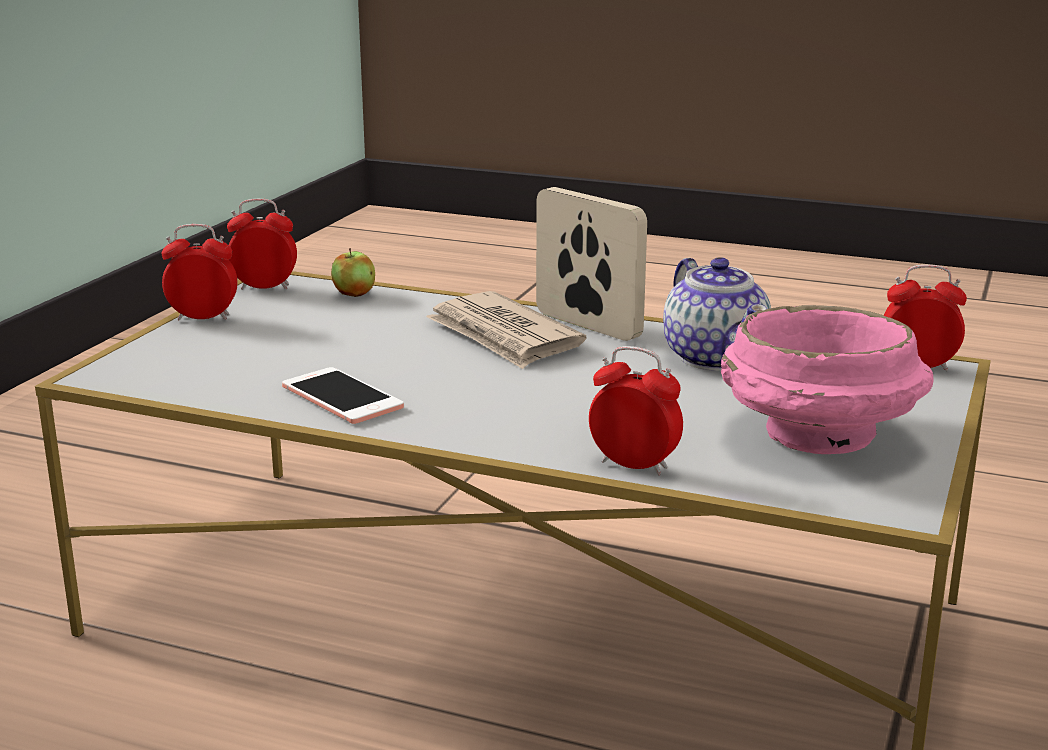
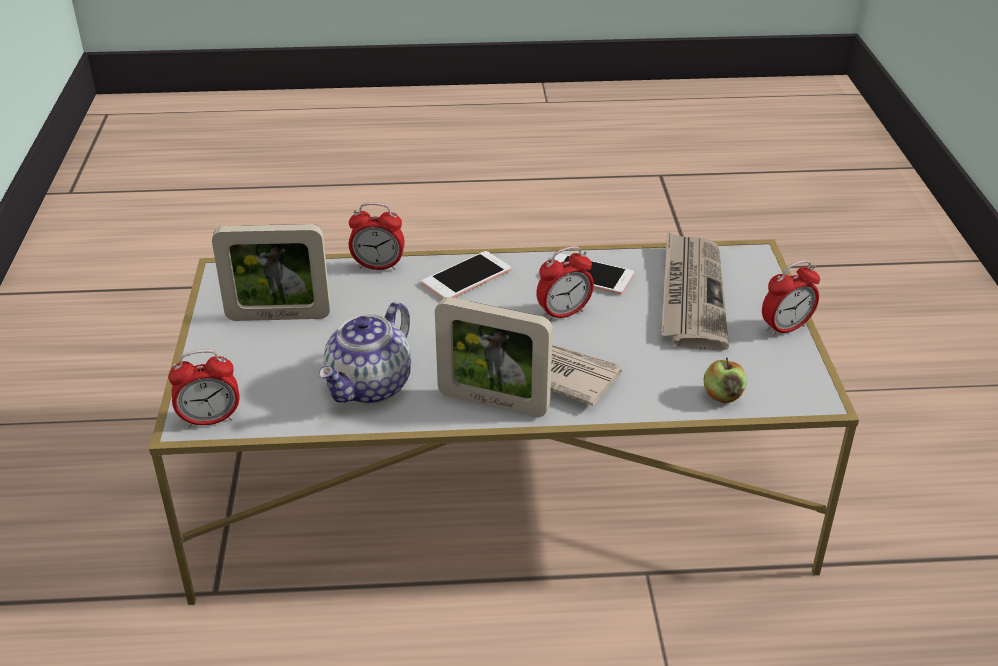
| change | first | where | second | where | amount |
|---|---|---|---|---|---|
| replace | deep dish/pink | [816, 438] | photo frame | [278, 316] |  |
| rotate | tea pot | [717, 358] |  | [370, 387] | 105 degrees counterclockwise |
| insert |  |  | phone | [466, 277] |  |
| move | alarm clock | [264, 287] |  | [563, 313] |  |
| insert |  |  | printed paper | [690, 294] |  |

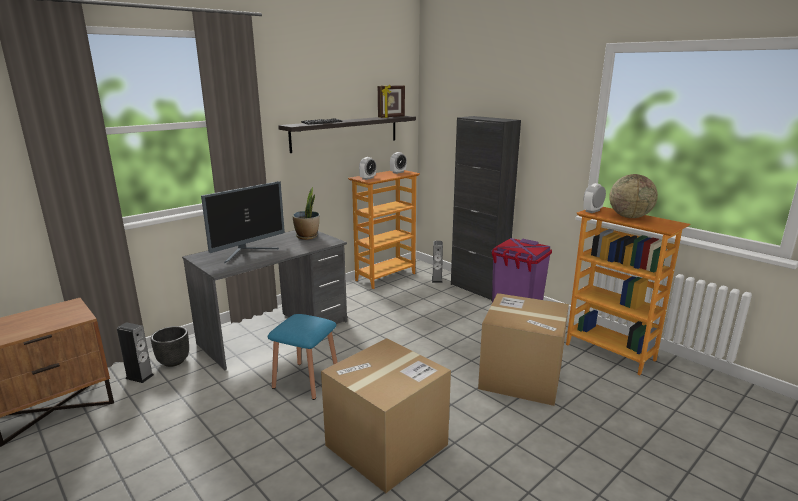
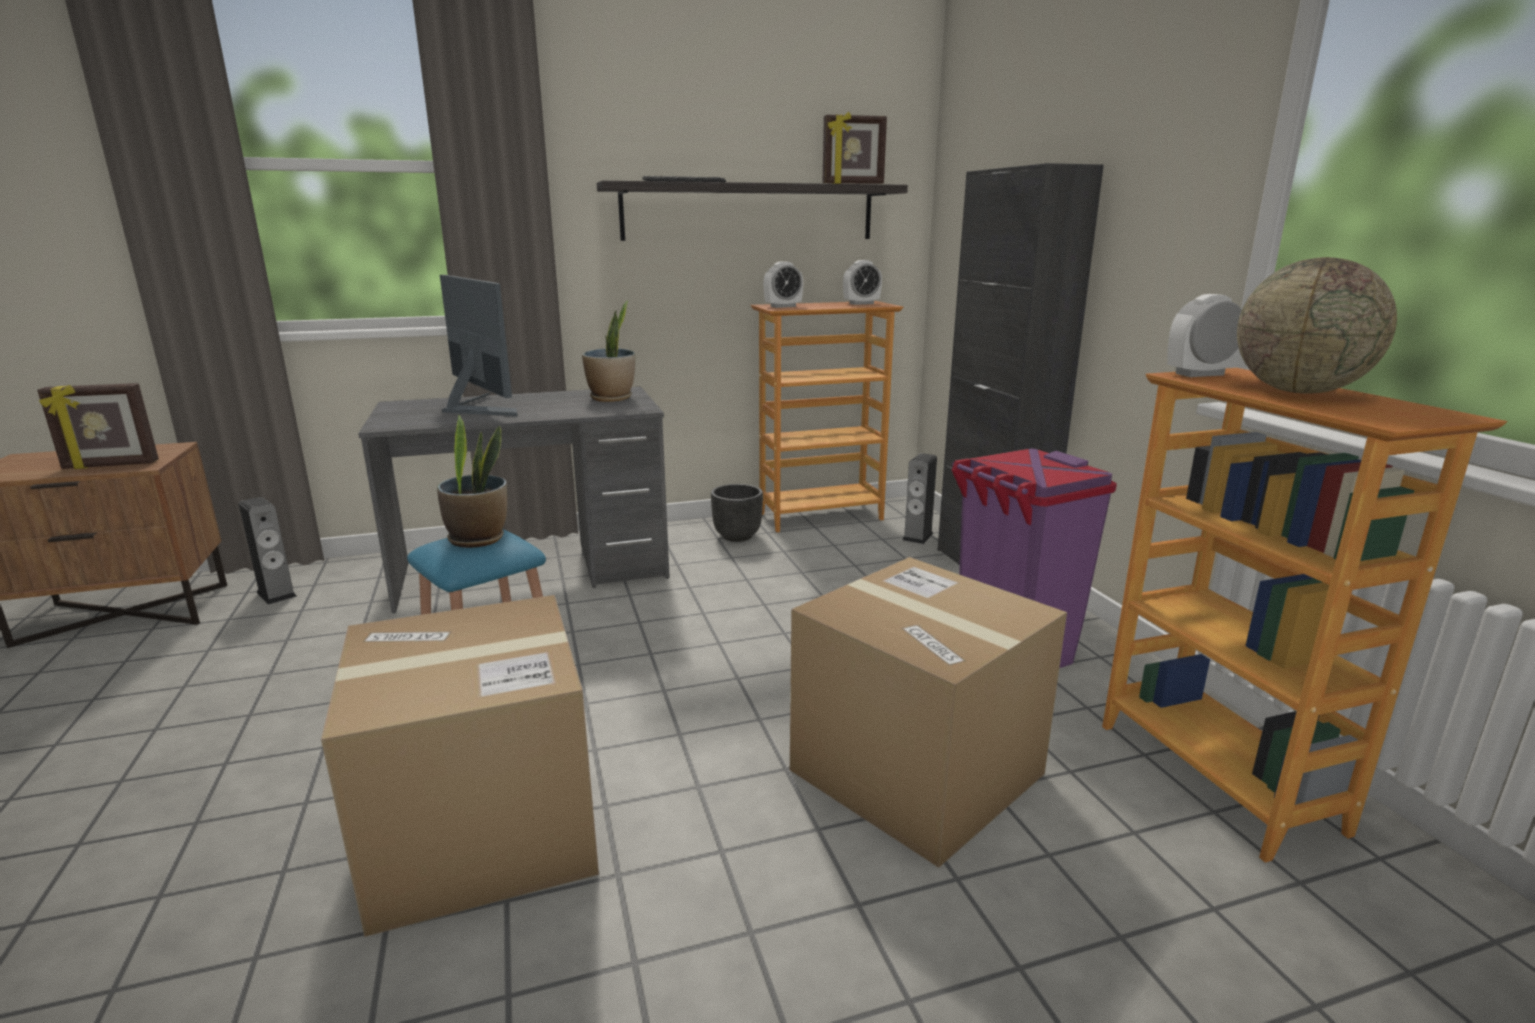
| change | first | where | second | where | amount |
|---|---|---|---|---|---|
| insert |  |  | photo frame | [110, 465] |  |
| insert |  |  | potted plant | [478, 539] |  |
| rotate | computer screen | [248, 252] |  | [477, 408] | 105 degrees counterclockwise |
| move | plant pot/black | [173, 361] |  | [737, 536] |  |

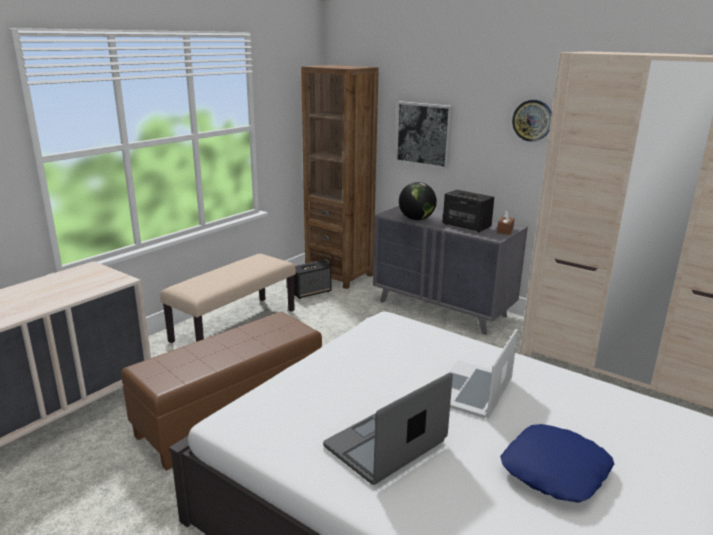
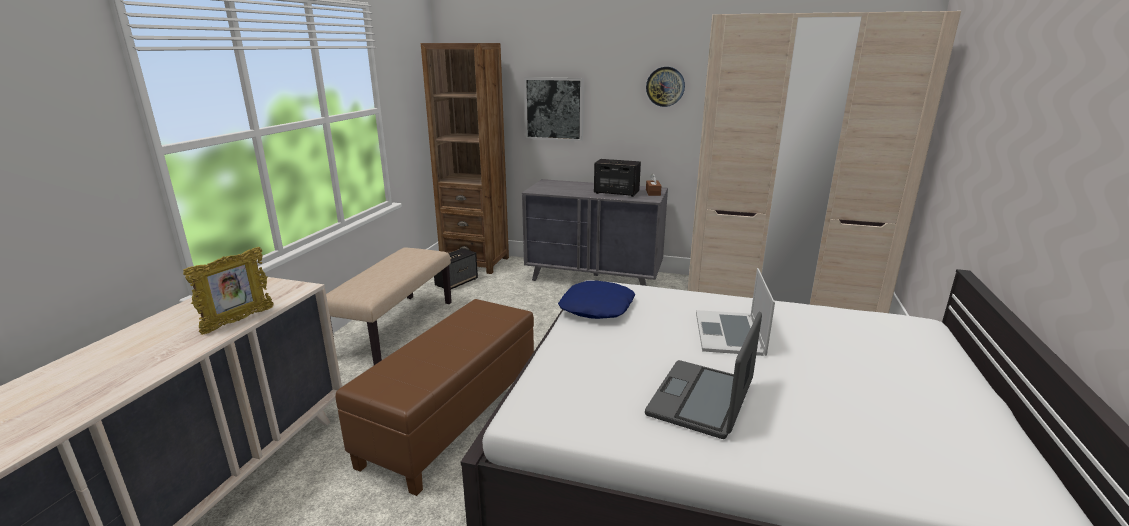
| change | first | where | second | where | amount |
|---|---|---|---|---|---|
| insert |  |  | photo frame | [238, 321] |  |
| move | cushion/blue | [554, 470] |  | [596, 307] |  |
| delete | world globe | [416, 219] |  |  |  |

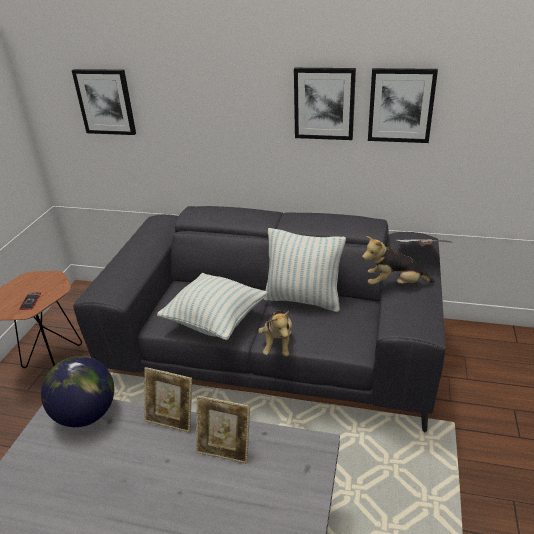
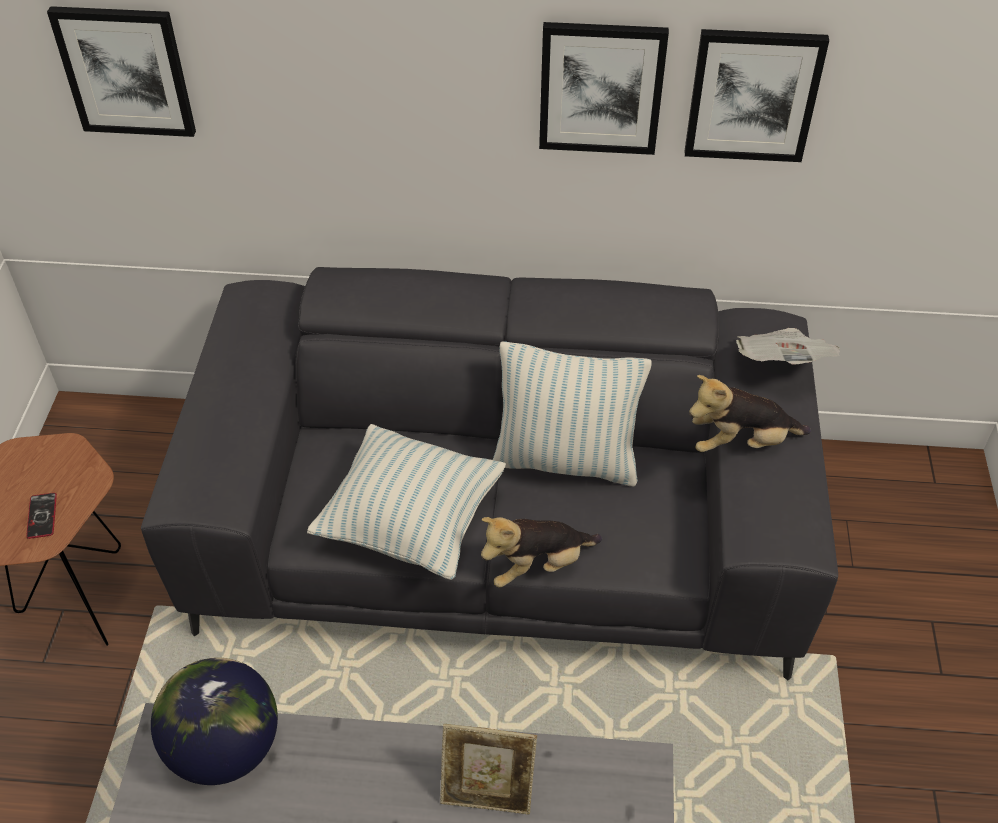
| change | first | where | second | where | amount |
|---|---|---|---|---|---|
| rotate | soft toy | [278, 343] |  | [537, 566] | 75 degrees clockwise |
| delete | photo frame | [171, 419] |  |  |  |

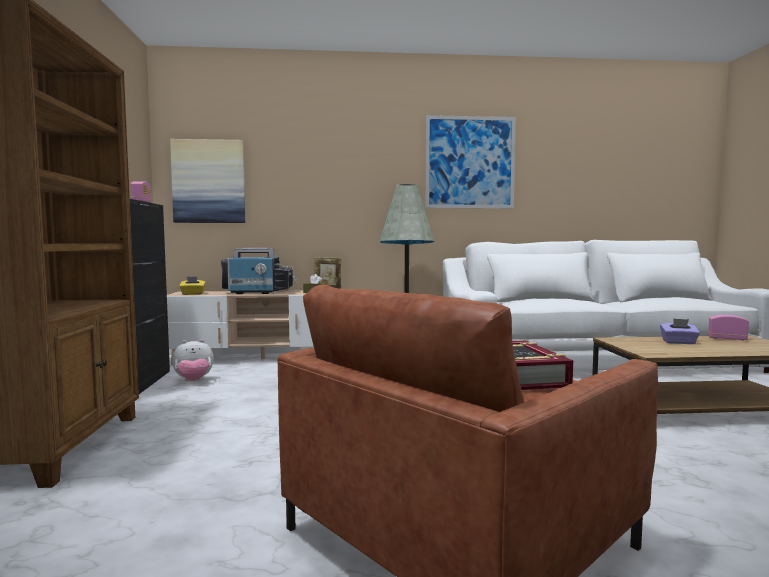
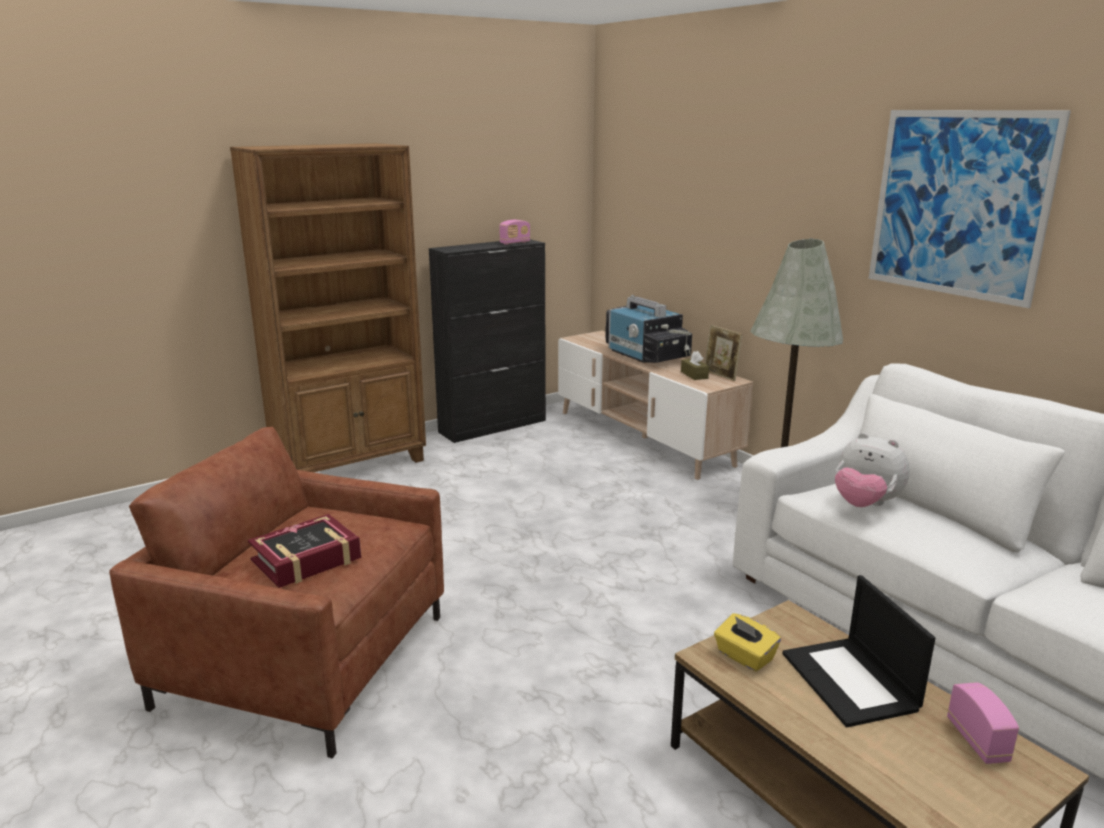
| change | first | where | second | where | amount |
|---|---|---|---|---|---|
| move | tissue box/yellow | [192, 294] |  | [744, 657] |  |
| replace | tissue box/purplish | [679, 342] | portable computer | [851, 682] |  |
| move | soft toy | [193, 381] |  | [865, 505] |  |
| delete | picture | [209, 181] |  |  |  |

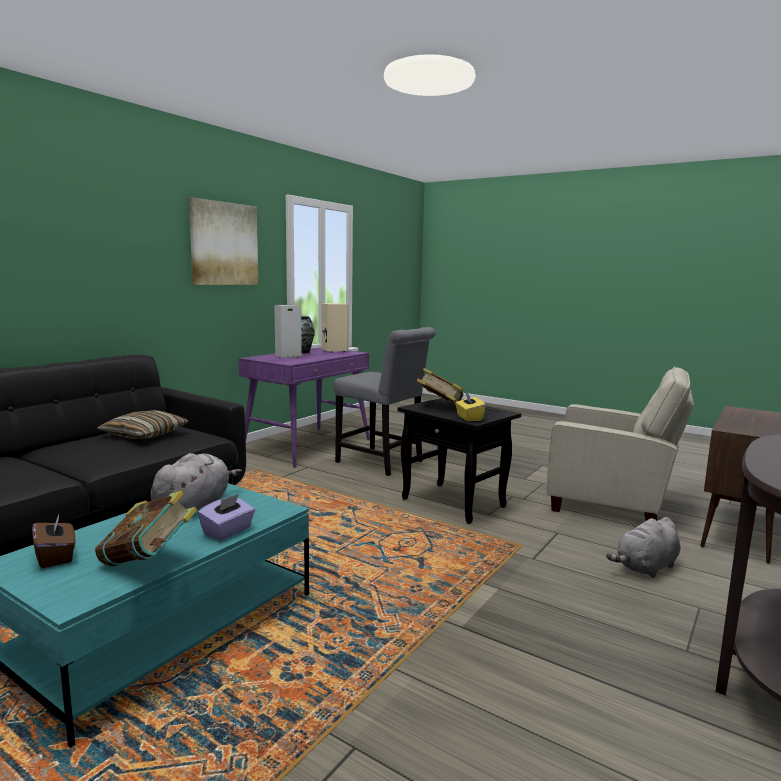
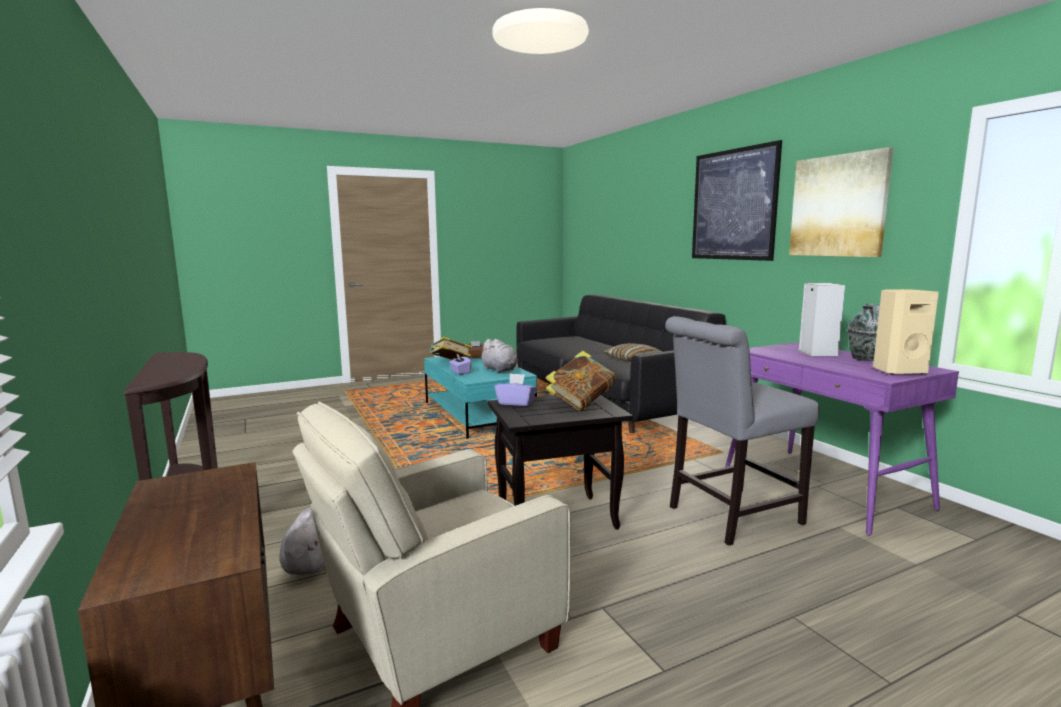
| change | first | where | second | where | amount |
|---|---|---|---|---|---|
| recolor | tissue box/yellow | [469, 418] | tissue box/purplish | [516, 403] |  |
| insert |  |  | picture | [733, 205] |  |

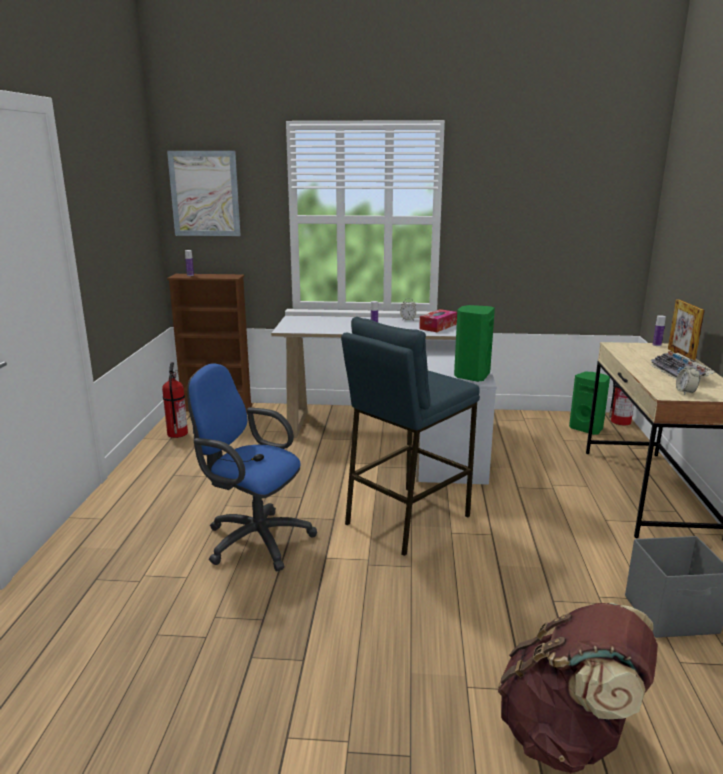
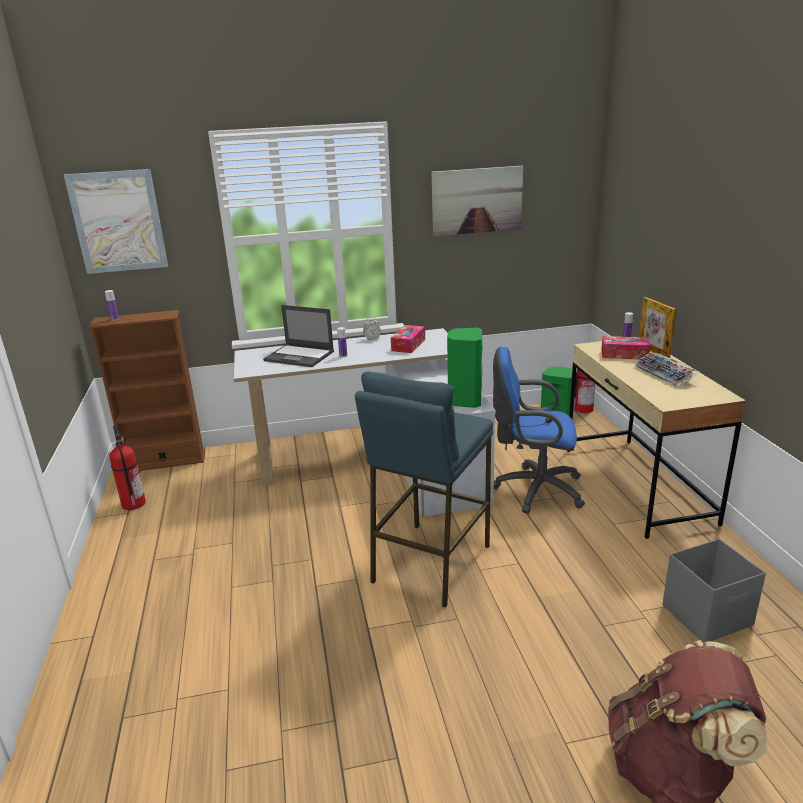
| change | first | where | second | where | amount |
|---|---|---|---|---|---|
| insert |  |  | portable computer | [300, 356] |  |
| insert |  |  | picture | [477, 200] |  |
| move | office chair/blue | [253, 539] |  | [534, 489] |  |
| insert |  |  | tissue box | [624, 354] |  |
| delete | alarm clock | [685, 392] |  |  |  |

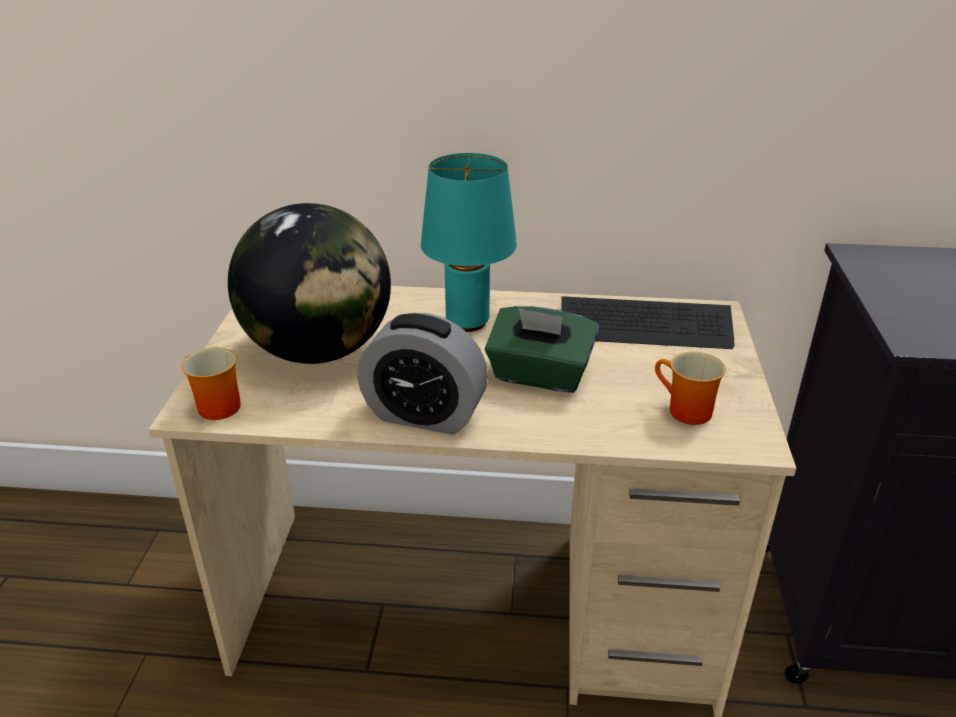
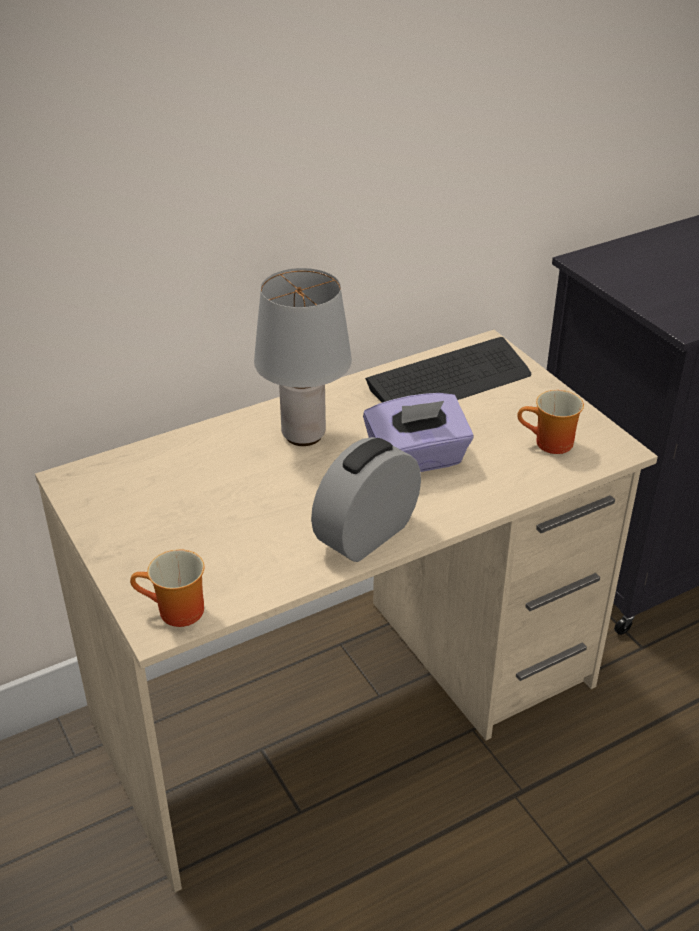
| change | first | where | second | where | amount |
|---|---|---|---|---|---|
| recolor | tabletop lamp/blue-green | [468, 321] | tabletop lamp/greyish | [303, 434] |  |
| rotate | alarm clock | [424, 415] |  | [366, 534] | 150 degrees clockwise |
| recolor | tissue box/green | [539, 375] | tissue box/purplish | [417, 459] |  |
| delete | world globe | [319, 351] |  |  |  |

